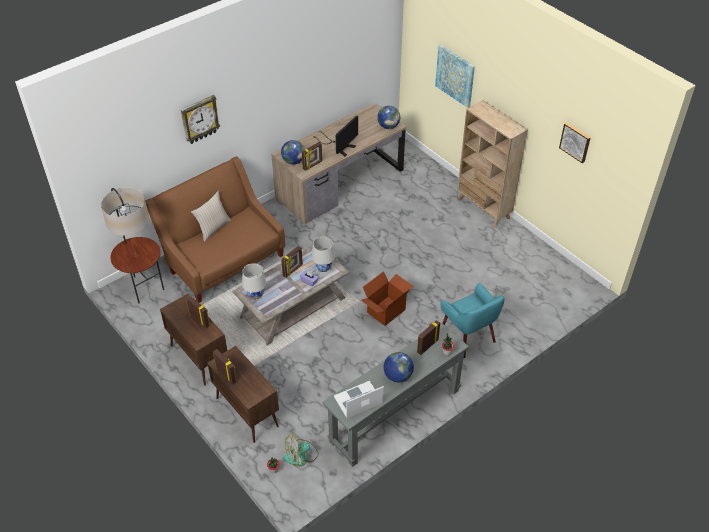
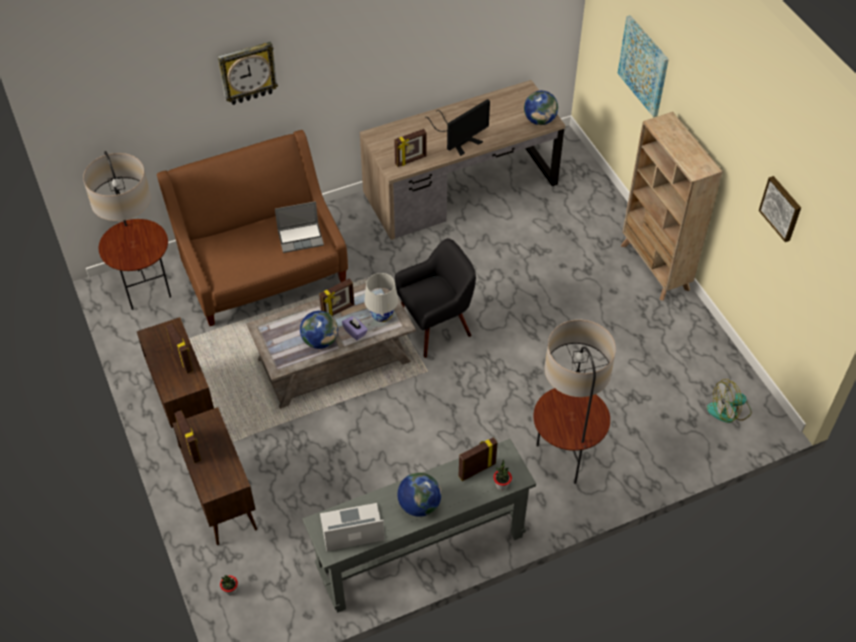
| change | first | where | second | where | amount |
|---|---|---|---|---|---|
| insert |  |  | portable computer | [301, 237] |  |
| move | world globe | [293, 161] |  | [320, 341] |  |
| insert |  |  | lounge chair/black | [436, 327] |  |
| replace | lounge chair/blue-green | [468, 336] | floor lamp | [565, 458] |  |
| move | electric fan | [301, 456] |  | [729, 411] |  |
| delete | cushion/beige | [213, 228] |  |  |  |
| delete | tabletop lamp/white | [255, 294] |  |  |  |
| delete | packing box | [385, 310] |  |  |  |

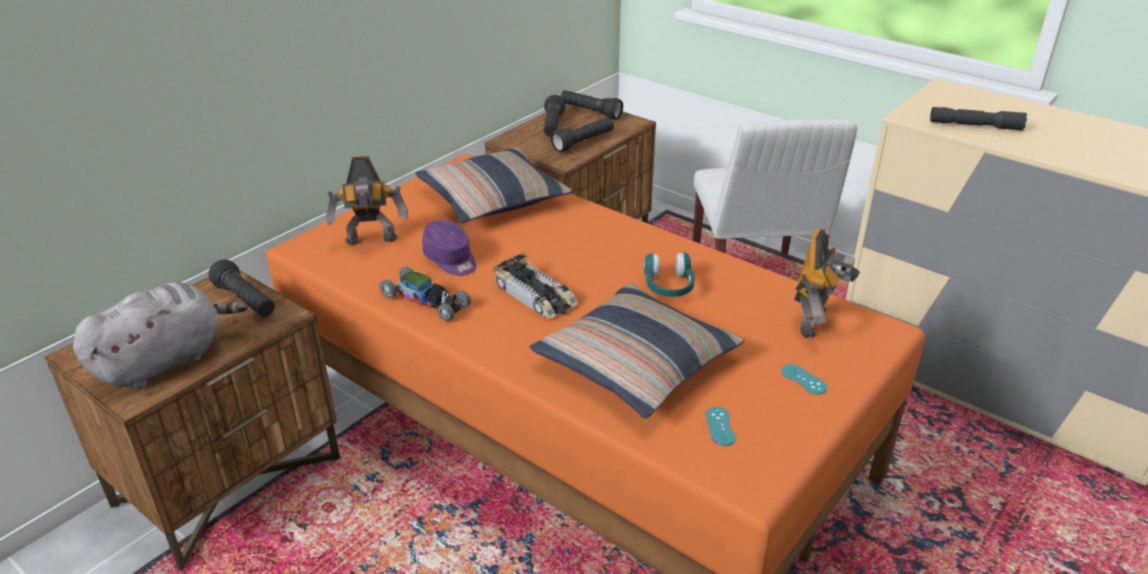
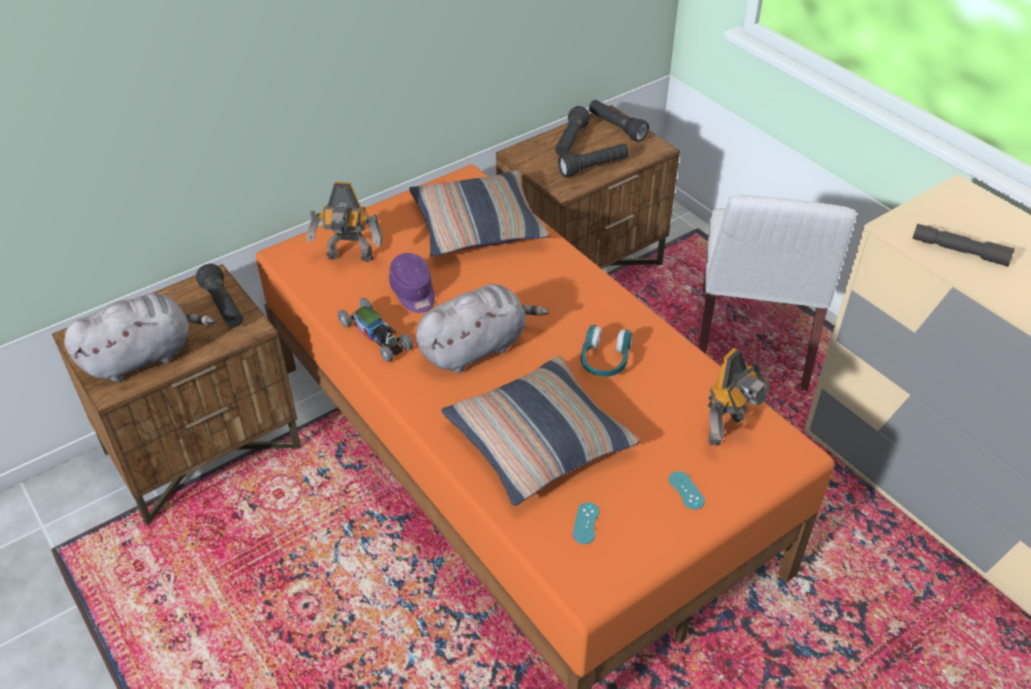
| change | first | where | second | where | amount |
|---|---|---|---|---|---|
| replace | model car | [536, 295] | soft toy/greyish | [476, 348] |  |

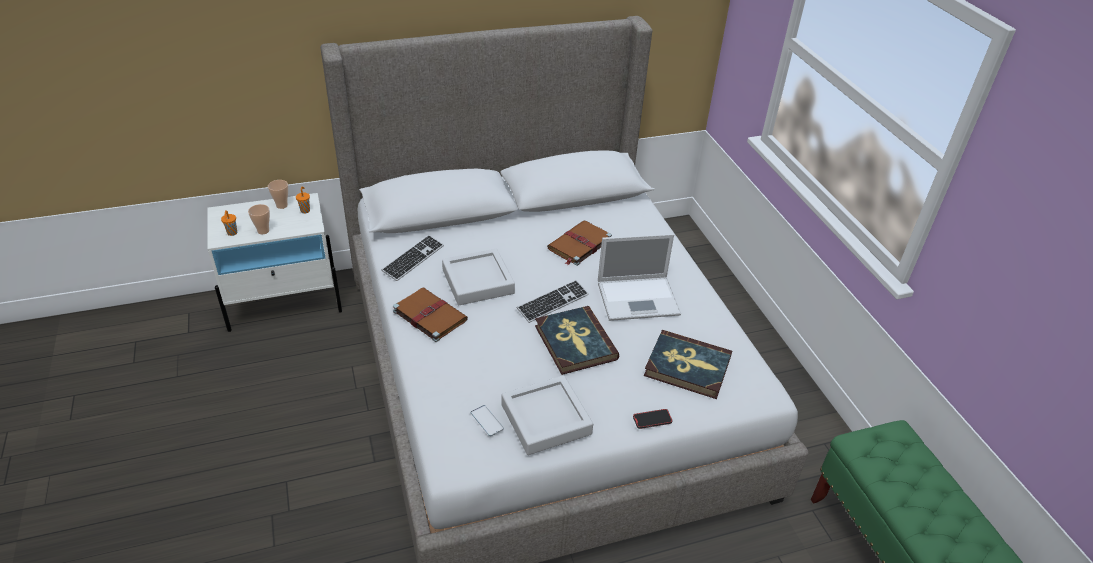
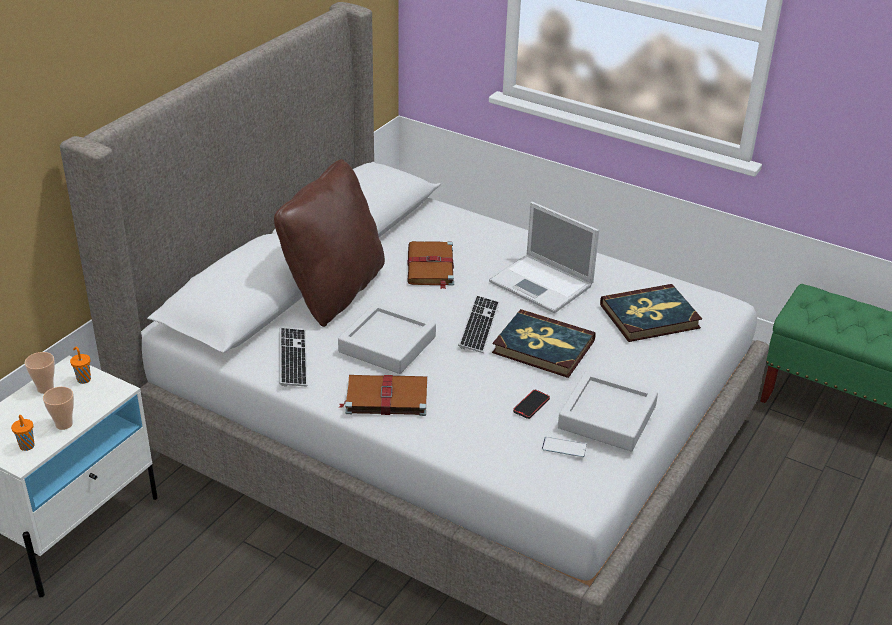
| change | first | where | second | where | amount |
|---|---|---|---|---|---|
| insert |  |  | cushion/brown-coloured | [334, 292] |  |
| rotate | portable computer | [639, 298] |  | [542, 284] | 90 degrees clockwise |
| move | phone | [652, 420] |  | [531, 405] |  |

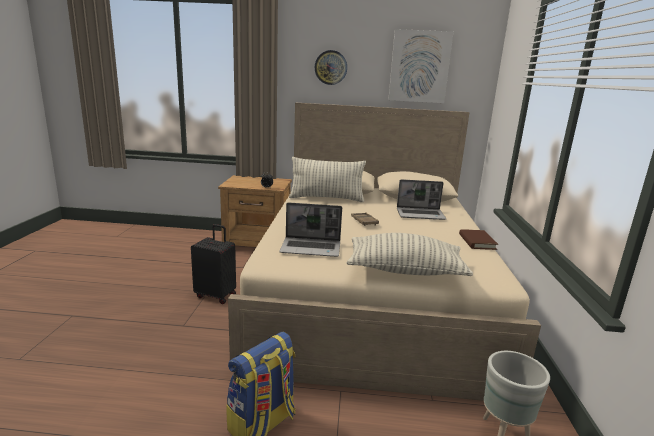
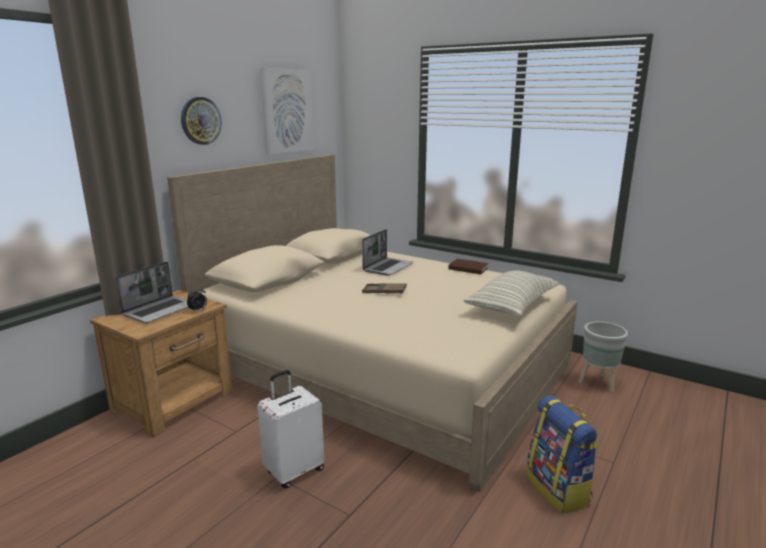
| change | first | where | second | where | amount |
|---|---|---|---|---|---|
| move | portable computer | [311, 248] |  | [160, 310] |  |
| recolor | suitcase/black | [216, 295] | suitcase/white | [294, 471] |  |
| delete | cushion | [326, 198] |  |  |  |

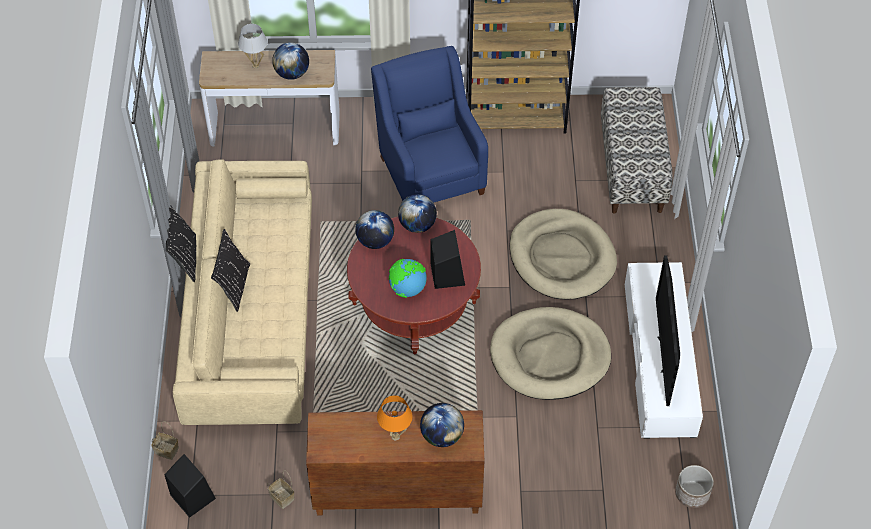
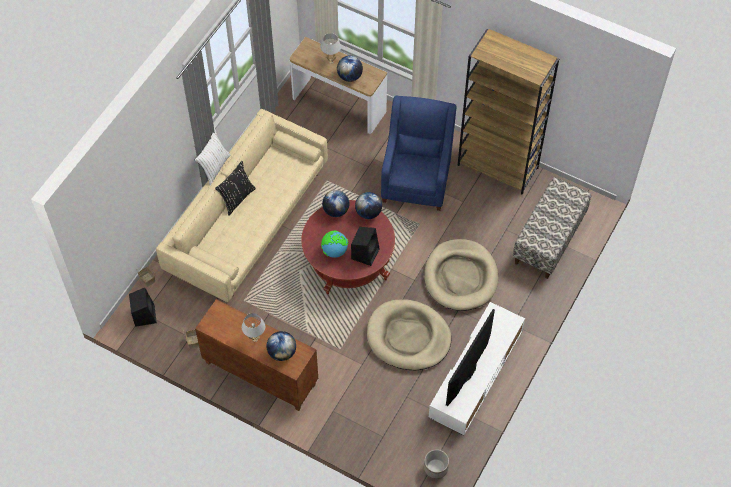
| change | first | where | second | where | amount |
|---|---|---|---|---|---|
| recolor | cushion/black | [184, 258] | cushion/white | [214, 168] |  |
| recolor | tabletop lamp/orange | [395, 436] | tabletop lamp/white | [255, 339] |  |

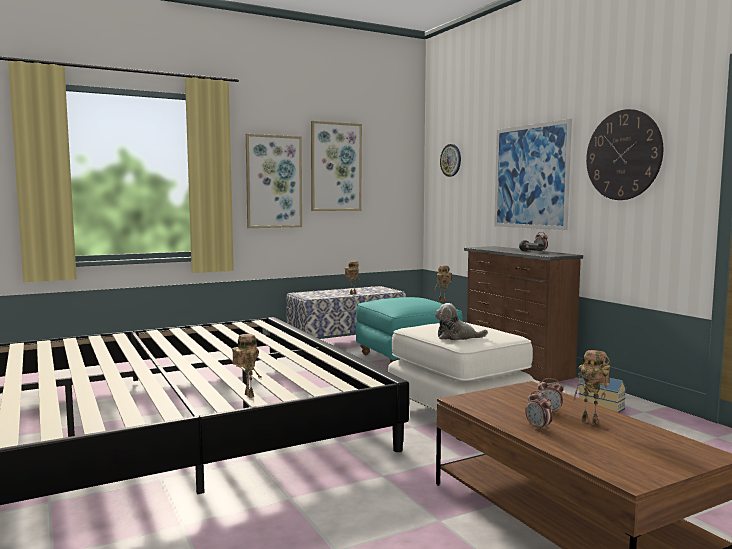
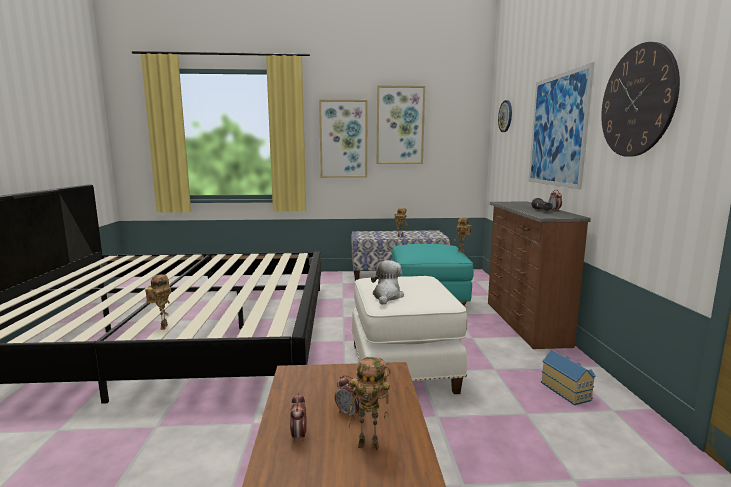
| change | first | where | second | where | amount |
|---|---|---|---|---|---|
| rotate | toy robot | [591, 422] |  | [370, 445] | 60 degrees counterclockwise |
| rotate | soft toy | [457, 337] |  | [387, 296] | 75 degrees clockwise |

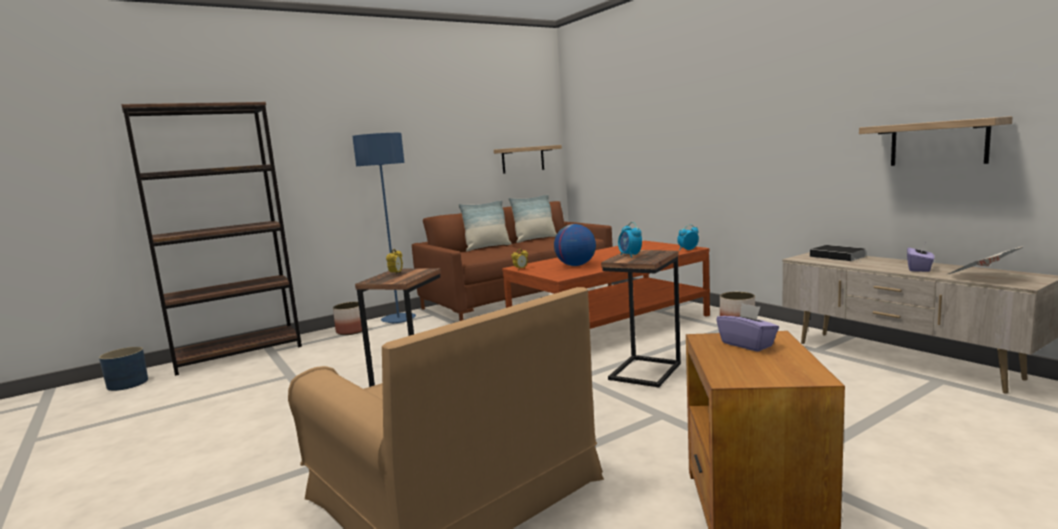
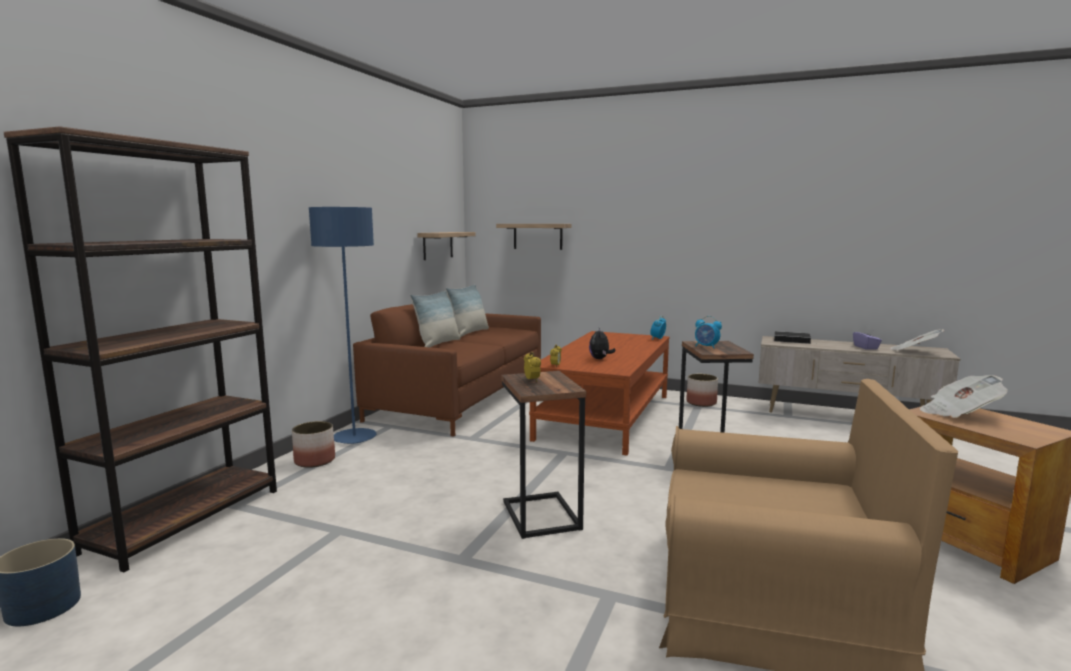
| change | first | where | second | where | amount |
|---|---|---|---|---|---|
| move | wall shelf | [938, 143] |  | [538, 236] |  |
| replace | world globe | [575, 265] | soft toy | [600, 359] |  |
| replace | tissue box/purplish | [747, 344] | printed paper | [959, 413] |  |

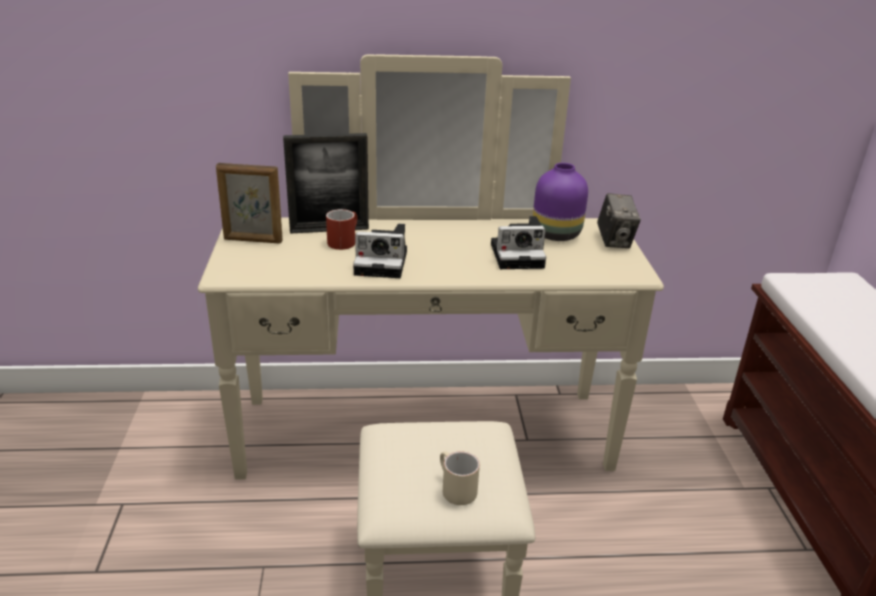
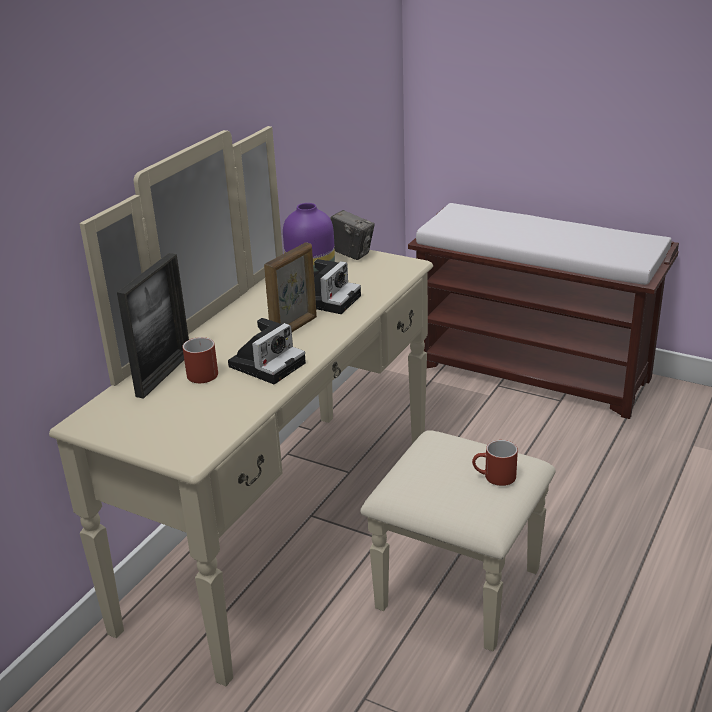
| change | first | where | second | where | amount |
|---|---|---|---|---|---|
| move | photo frame | [253, 240] |  | [295, 328] |  |
| recolor | coffee mug/beige | [454, 489] | coffee mug/red-coloured | [494, 478] |  |

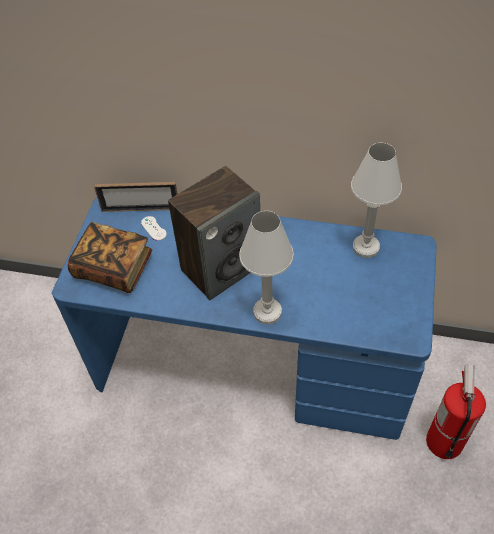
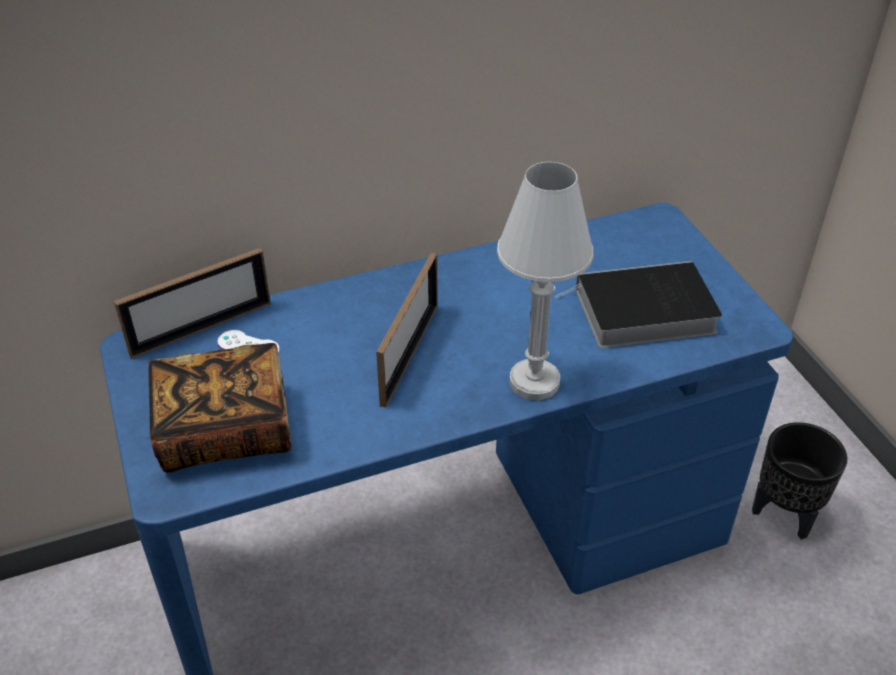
| change | first | where | second | where | amount |
|---|---|---|---|---|---|
| replace | speaker | [221, 267] | photo frame | [409, 353] |  |
| insert |  |  | volume | [641, 312] |  |
| replace | fire extinguisher | [444, 441] | plant pot/black | [783, 514] |  |
| delete | tabletop lamp/white | [366, 247] |  |  |  |

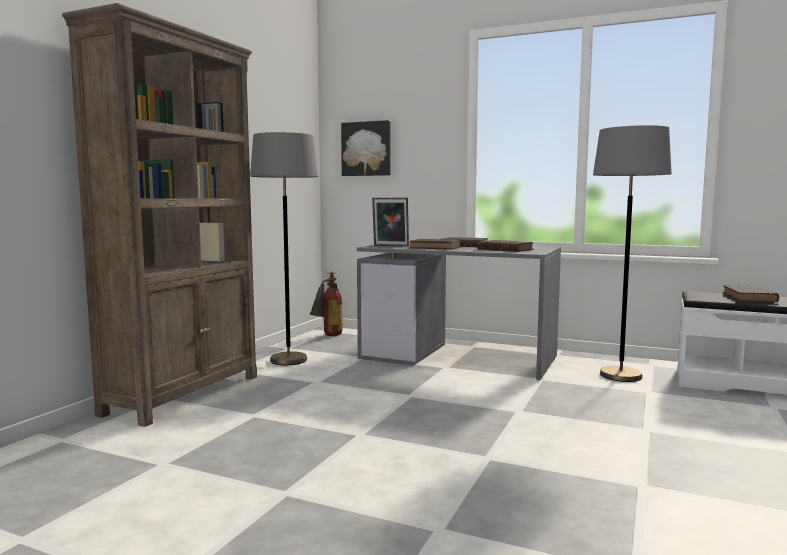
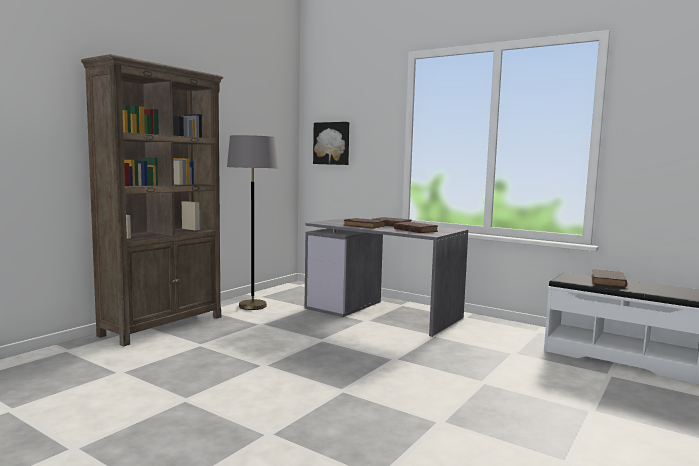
| change | first | where | second | where | amount |
|---|---|---|---|---|---|
| delete | fire extinguisher | [327, 336] |  |  |  |
| delete | photo frame | [390, 246] |  |  |  |
| delete | floor lamp/greyish | [620, 375] |  |  |  |

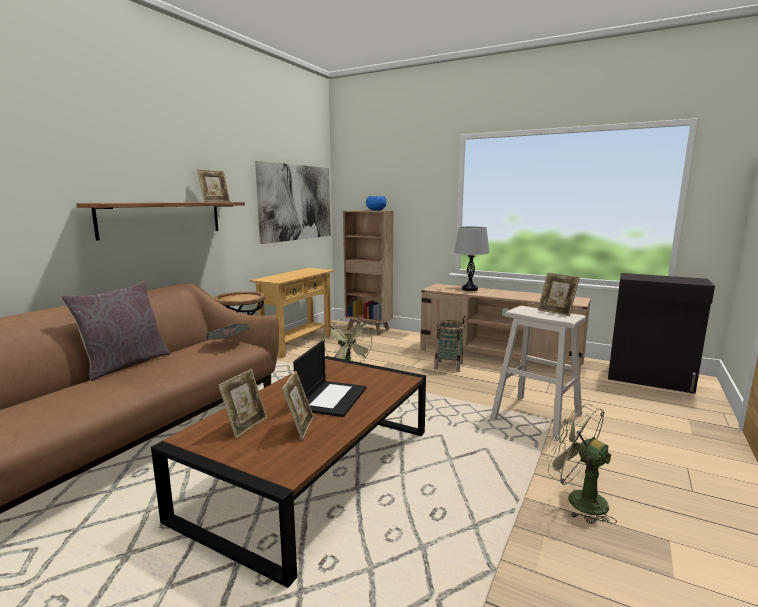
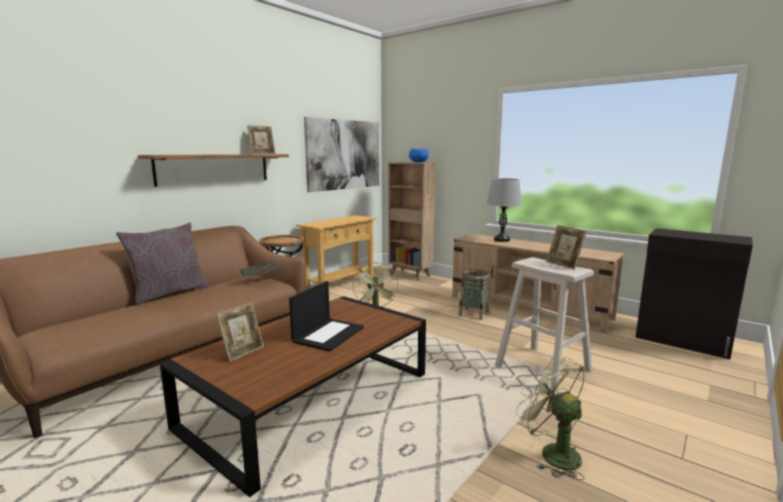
| change | first | where | second | where | amount |
|---|---|---|---|---|---|
| delete | photo frame | [299, 427] |  |  |  |

